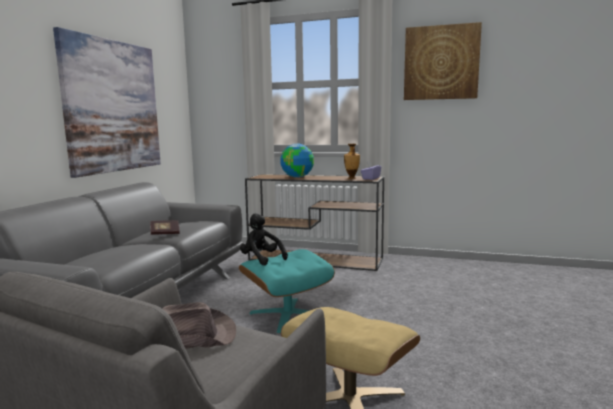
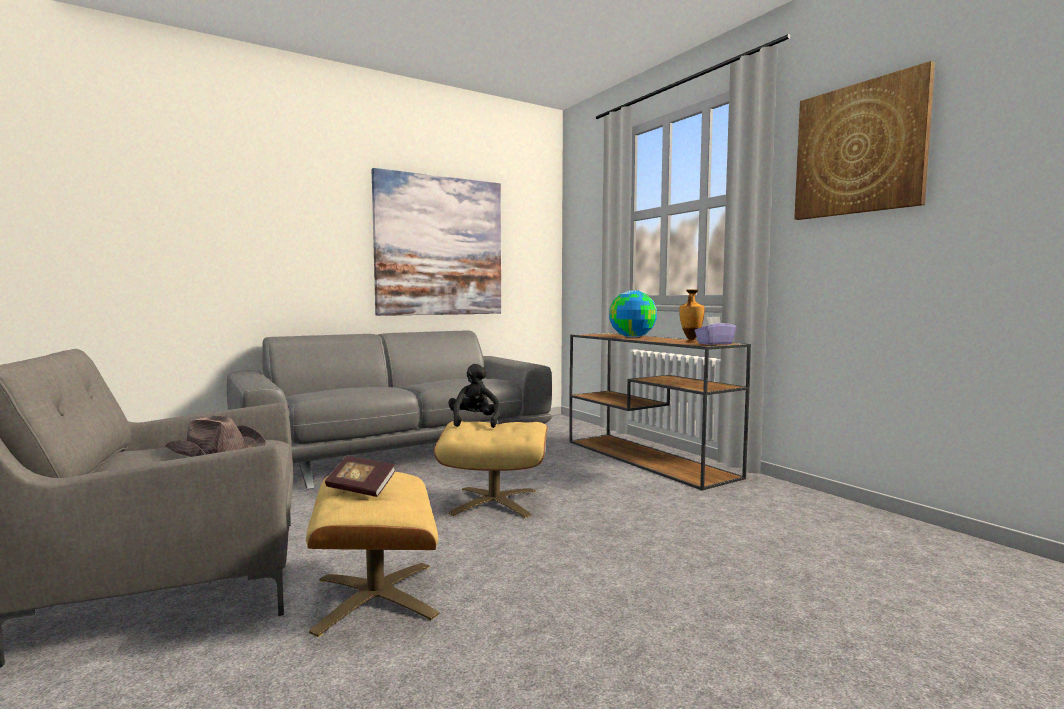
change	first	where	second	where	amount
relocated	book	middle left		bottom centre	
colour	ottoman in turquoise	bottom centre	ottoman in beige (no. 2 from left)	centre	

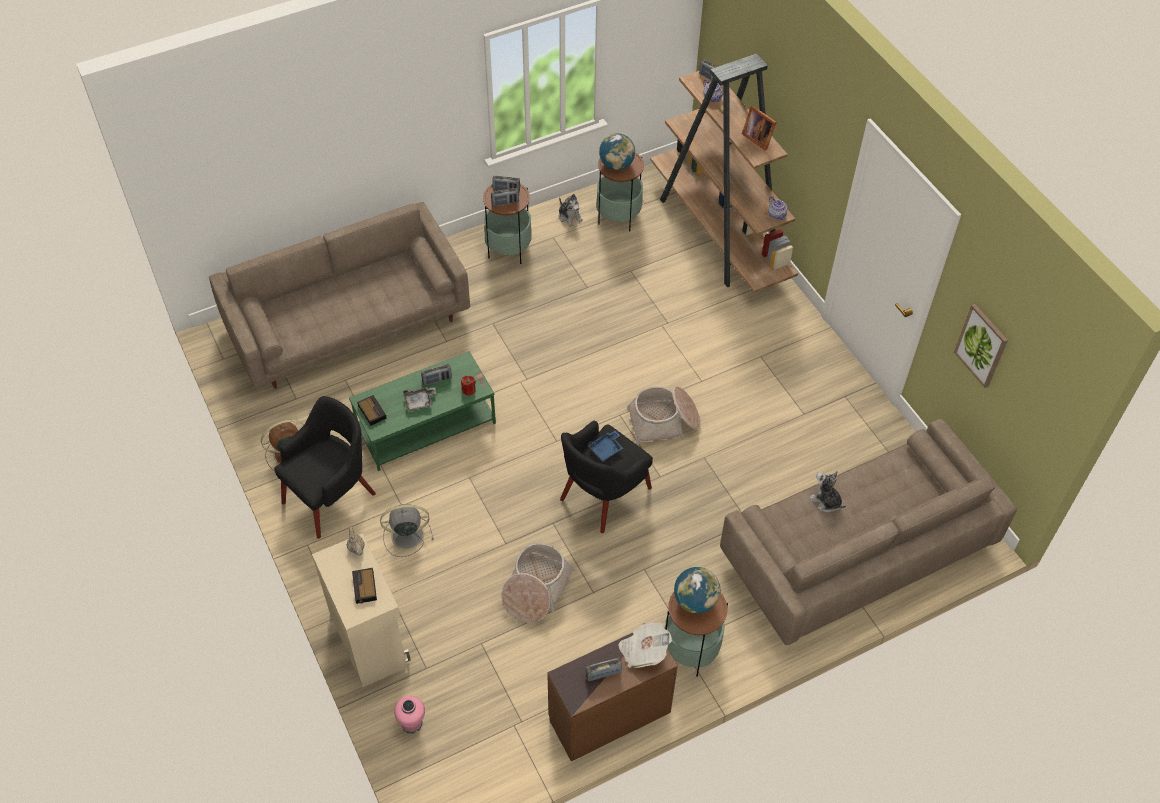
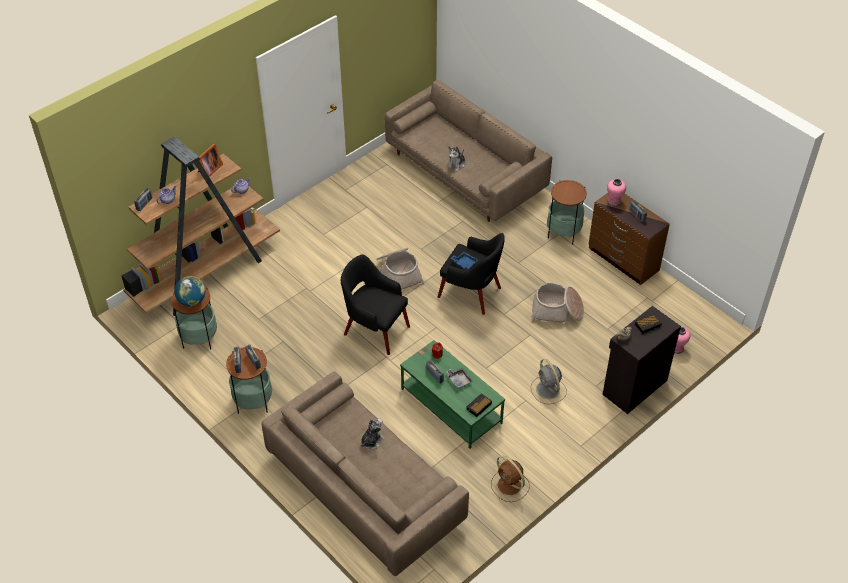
change	first	where	second	where	amount
missing	globe (no. 2 from left)	bottom centre			
missing	picture	middle right			
relocated	armchair in black (no. 1 from left)	middle left		centre	
relocated	plush toy (no. 1 from left)	top centre		bottom centre	
exchanged	newspaper	bottom centre	vase in pink (no. 1 from left)	top right	
colour	cabinet in beige	bottom left	cabinet in black	middle right	

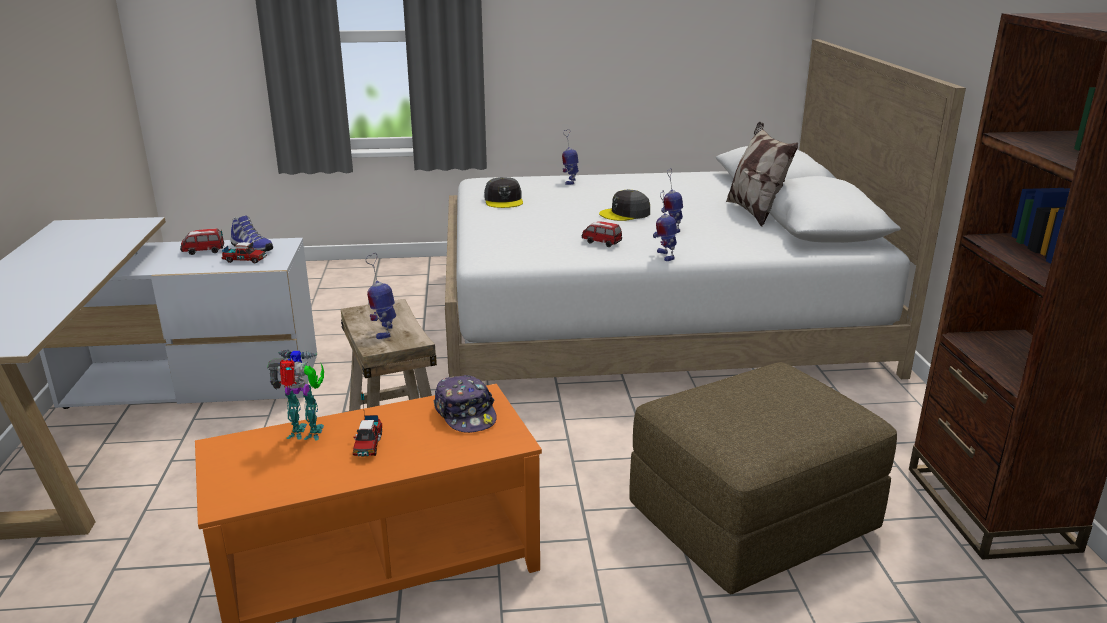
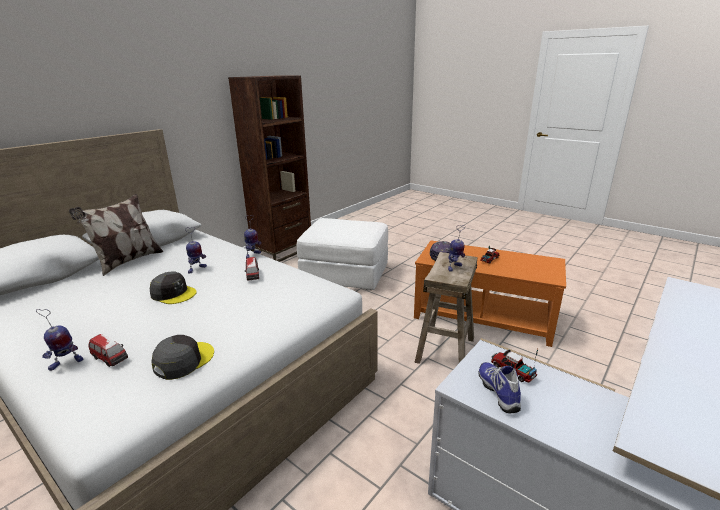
change	first	where	second	where	amount
missing	toy robot (no. 1 from left)	middle left			
relocated	toy car (no. 1 from left)	middle left		bottom left	
colour	ottoman in brown	bottom right	ottoman in white	centre	

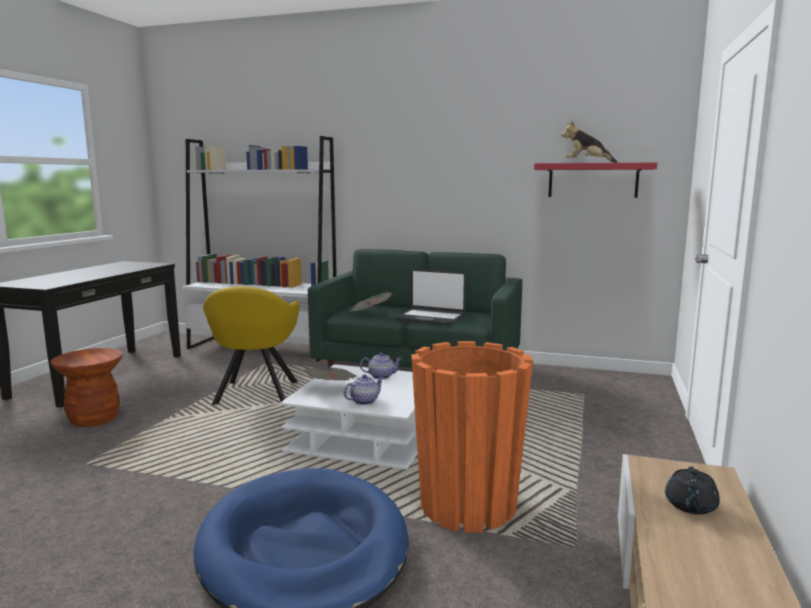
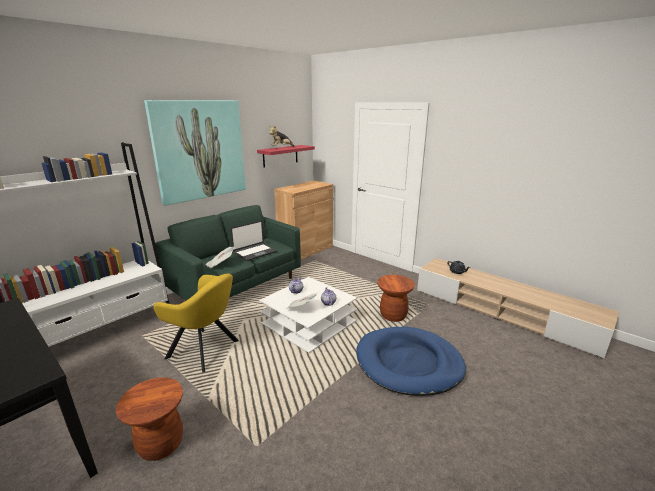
change	first	where	second	where	amount
appeared			picture	top left	
appeared			cabinet in brown	centre	
exchanged	planter in orange	bottom centre	stool in brown (no. 2 from left)	centre	

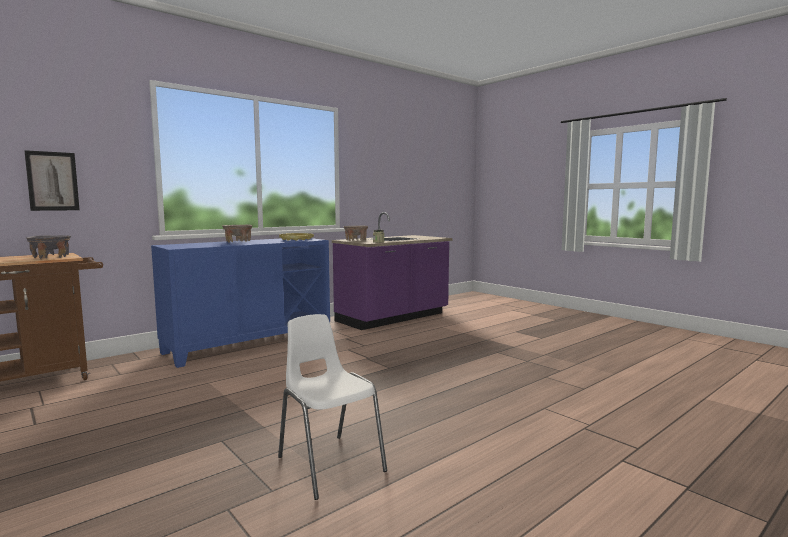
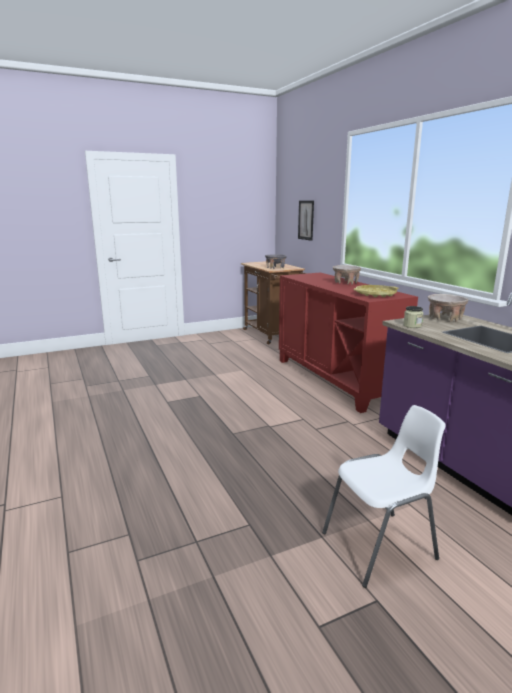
change	first	where	second	where	amount
relocated	chair in white	bottom centre		bottom right	
colour	cabinet in blue	middle left	cabinet in red	middle right	

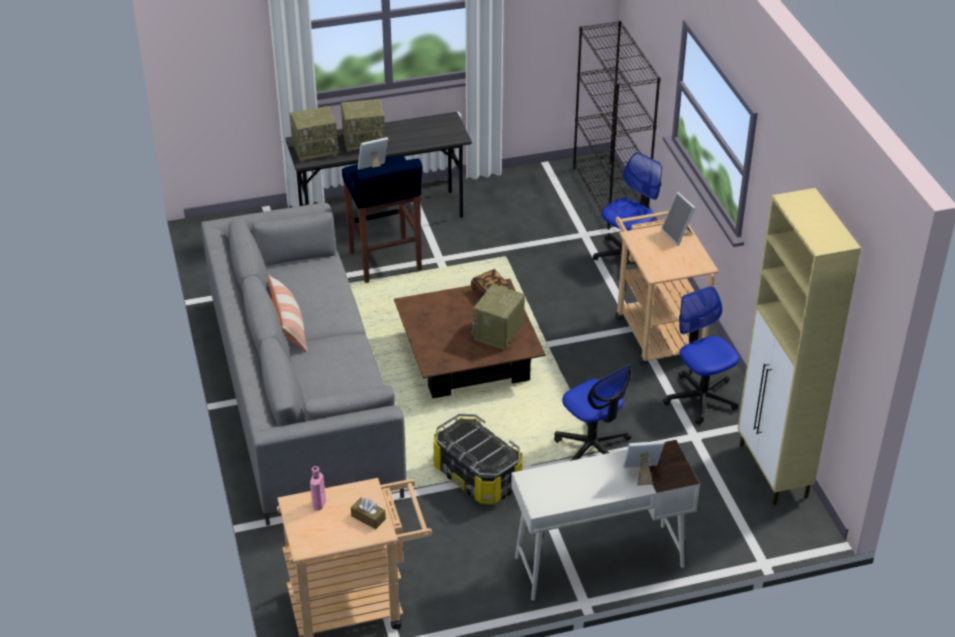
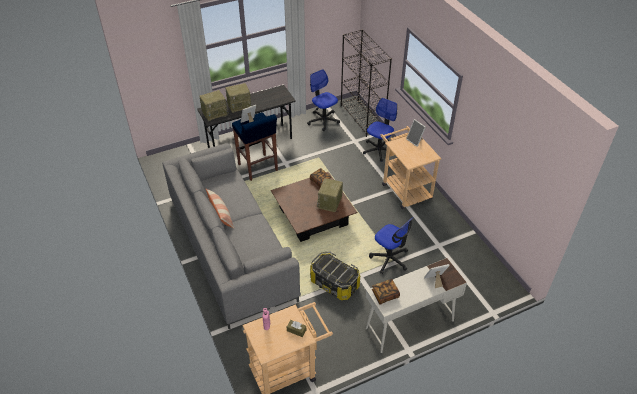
change	first	where	second	where	amount
missing	cabinet in beige	middle right			
appeared			book (no. 2 from left)	bottom centre	
relocated	office chair (no. 3 from left in the first image)	middle right	office chair (no. 1 from left)	top centre	

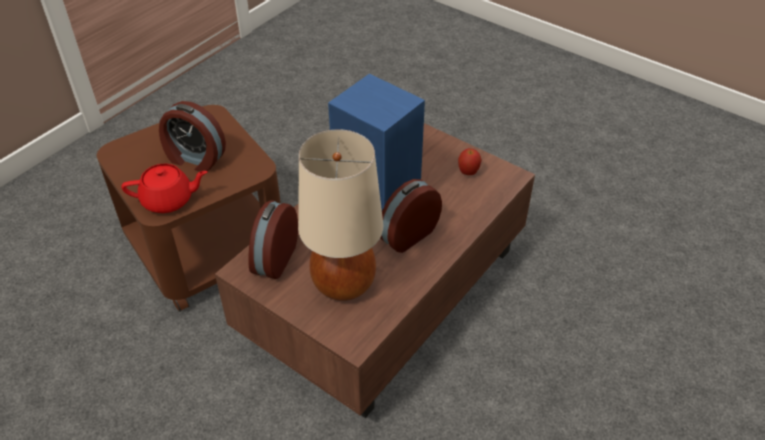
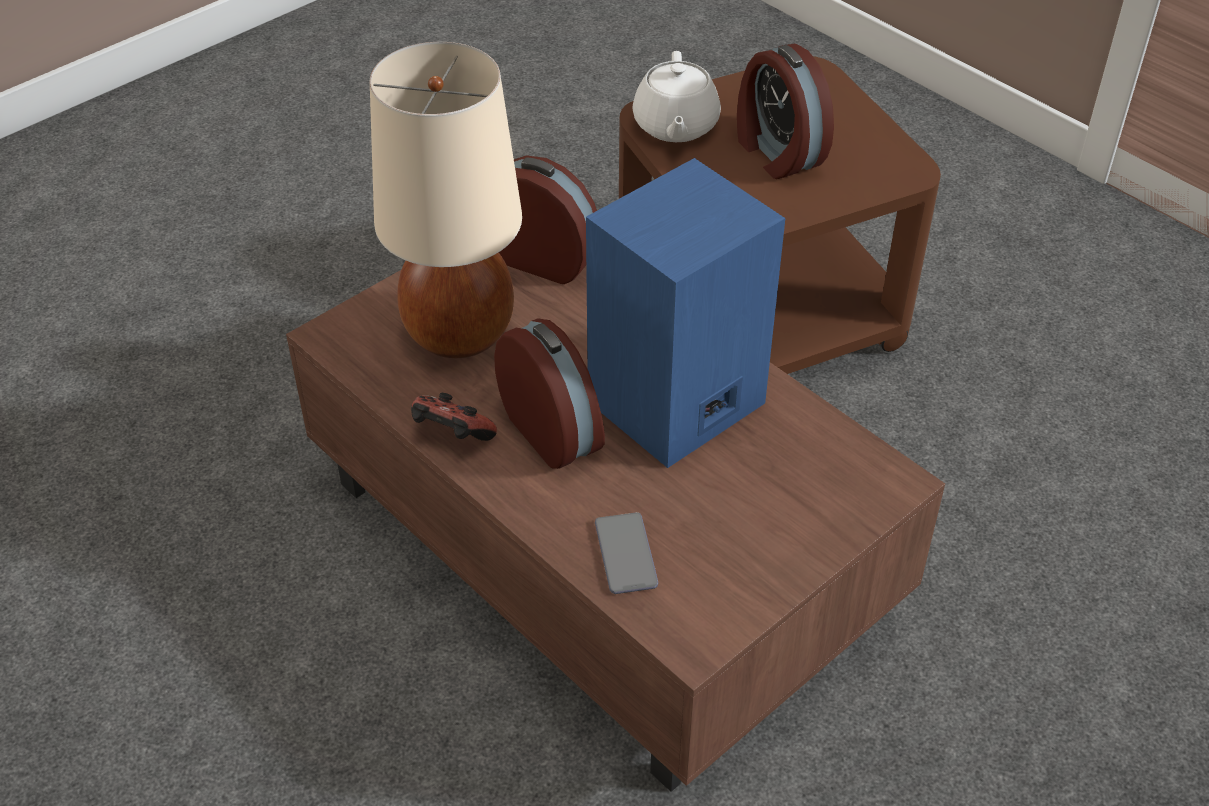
change	first	where	second	where	amount
missing	apple	centre			
appeared			game controller	centre	
appeared			phone	bottom centre	
colour	teapot in red	middle left	teapot in white	top centre	
spun	alarm clock (no. 1 from left in the first image)	top left	alarm clock (no. 3 from left)	top centre	60 degrees counterclockwise

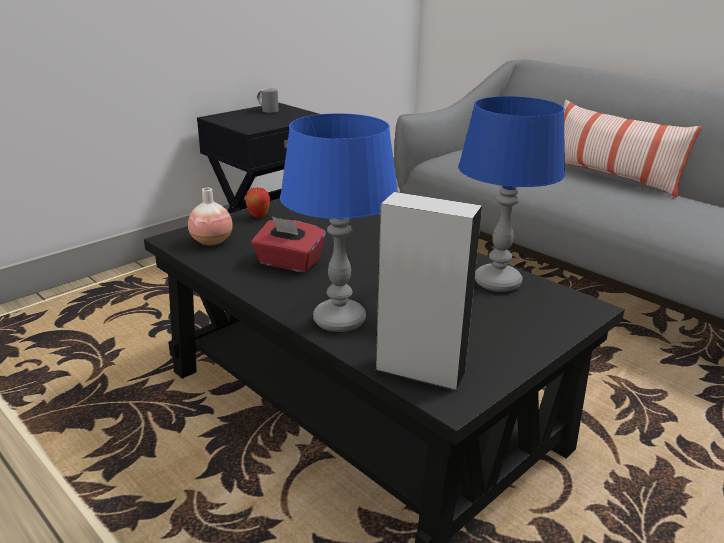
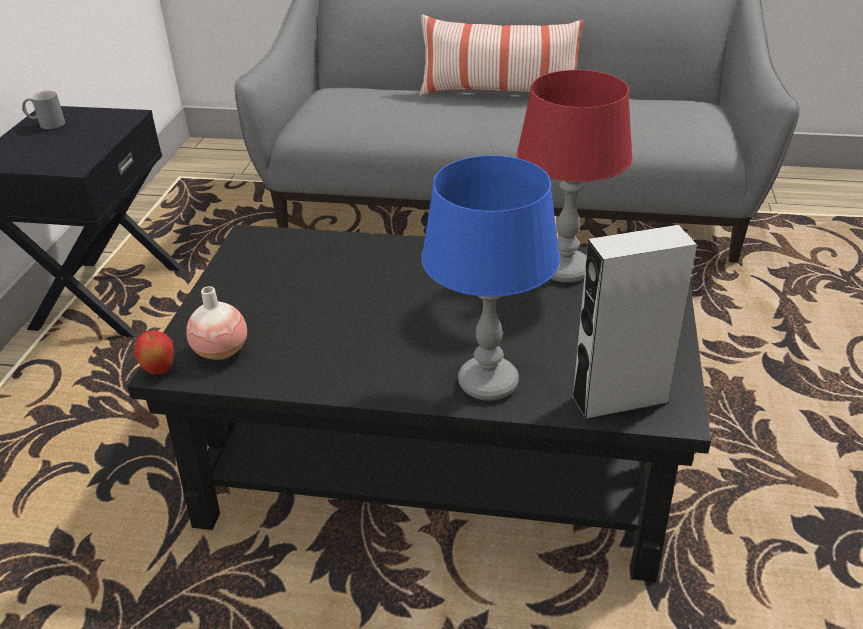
change	first	where	second	where	amount
missing	tissue box in red	centre			
relocated	apple	centre		middle left	
colour	table lamp in blue (no. 2 from left)	middle right	table lamp in red	top centre	

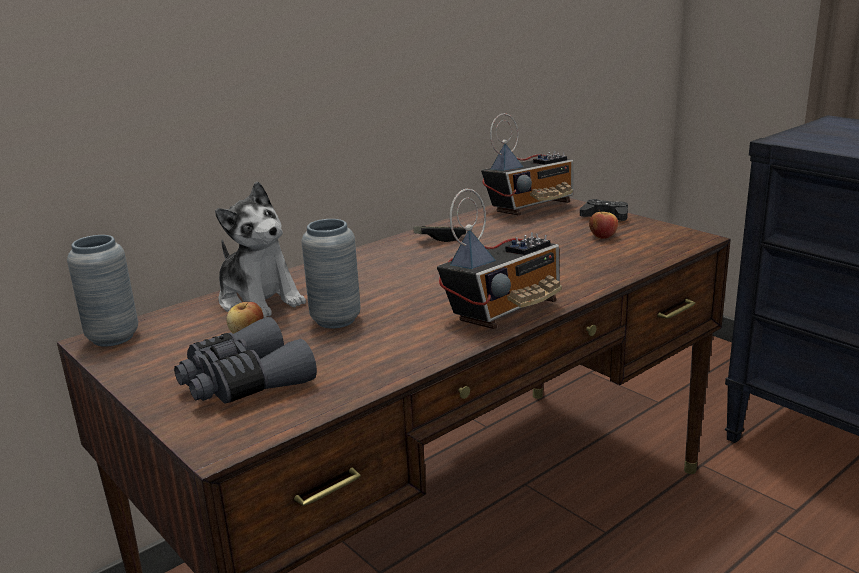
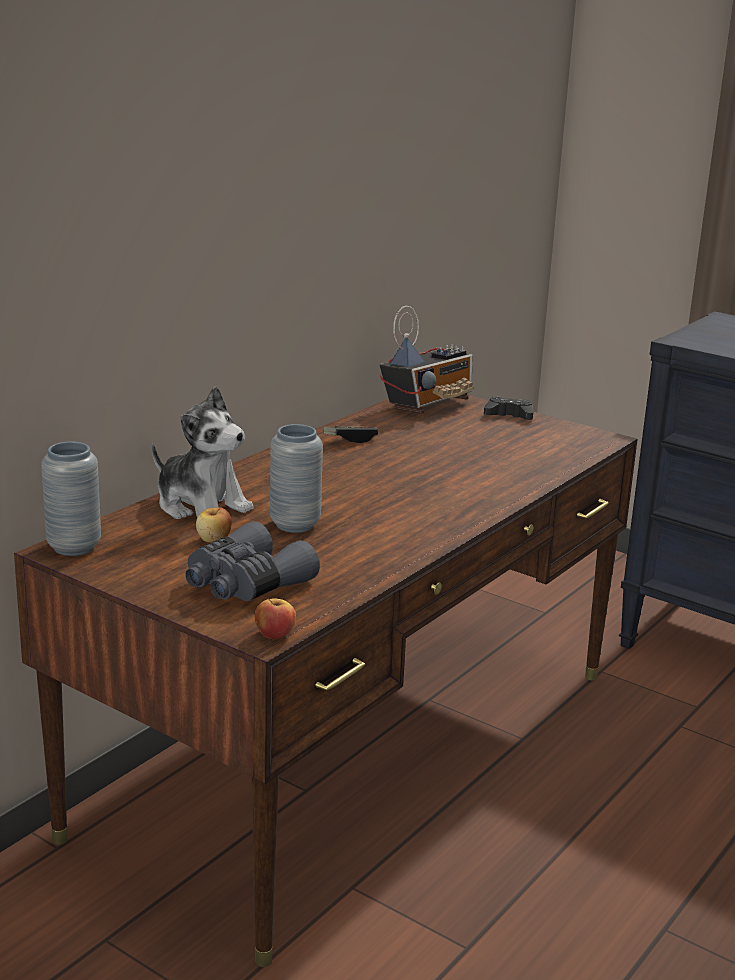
change	first	where	second	where	amount
missing	radio (no. 1 from left)	centre			
relocated	apple (no. 2 from left)	middle right		centre	

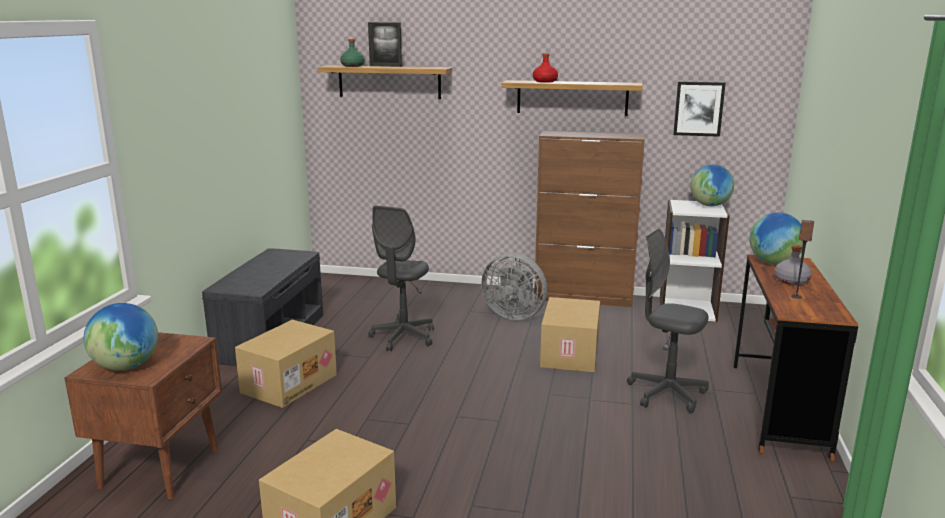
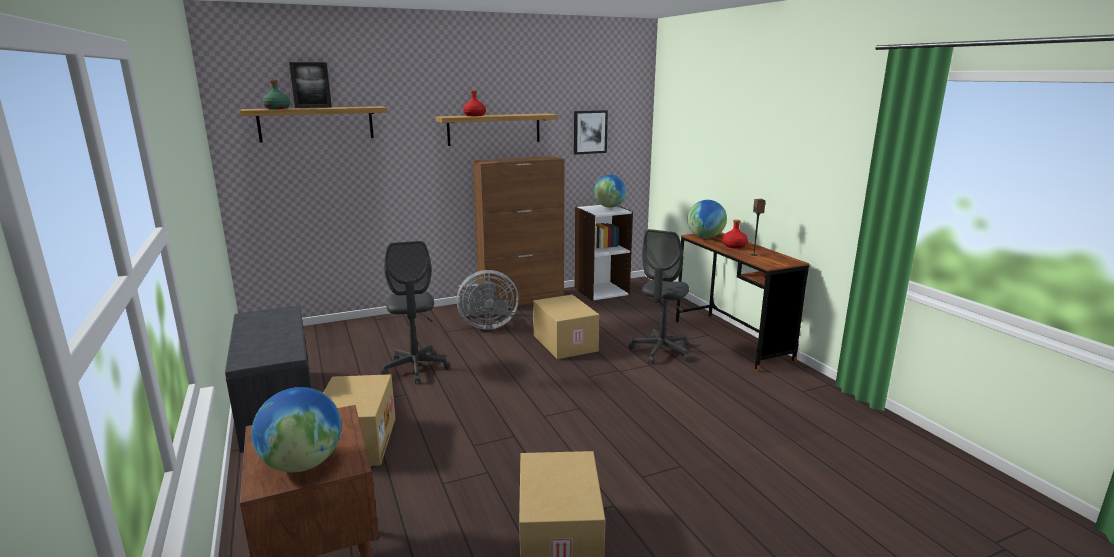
change	first	where	second	where	amount
colour	bottle in grey	middle right	bottle in red (no. 2 from left)	centre	
spun	office chair in grey (no. 2 from left)	middle right		centre	60 degrees counterclockwise

